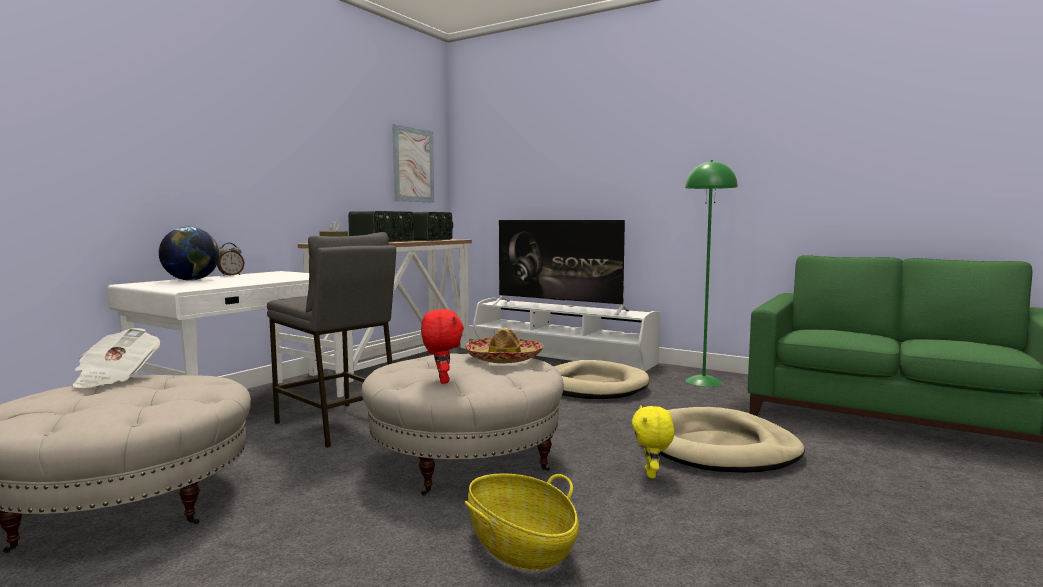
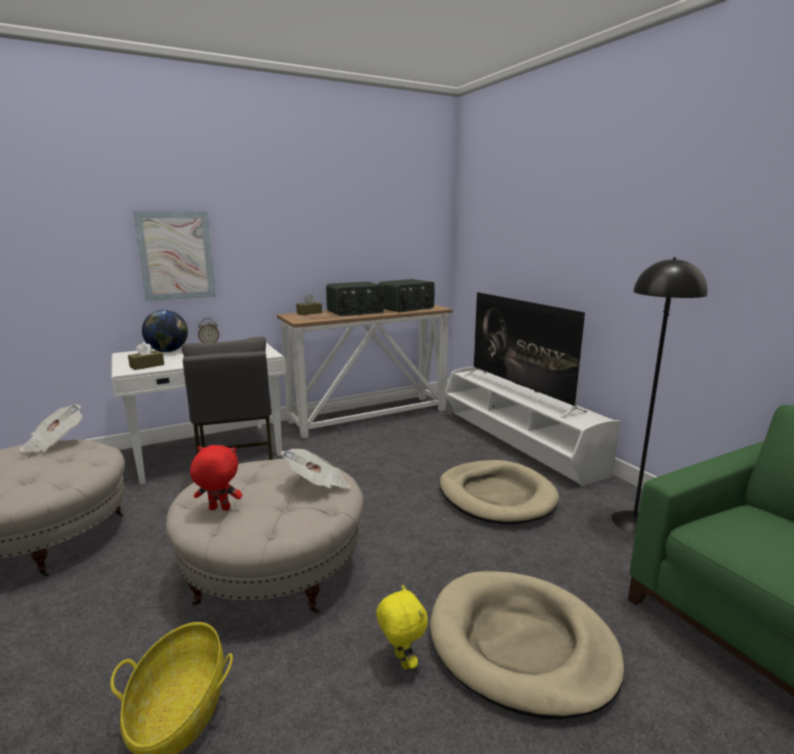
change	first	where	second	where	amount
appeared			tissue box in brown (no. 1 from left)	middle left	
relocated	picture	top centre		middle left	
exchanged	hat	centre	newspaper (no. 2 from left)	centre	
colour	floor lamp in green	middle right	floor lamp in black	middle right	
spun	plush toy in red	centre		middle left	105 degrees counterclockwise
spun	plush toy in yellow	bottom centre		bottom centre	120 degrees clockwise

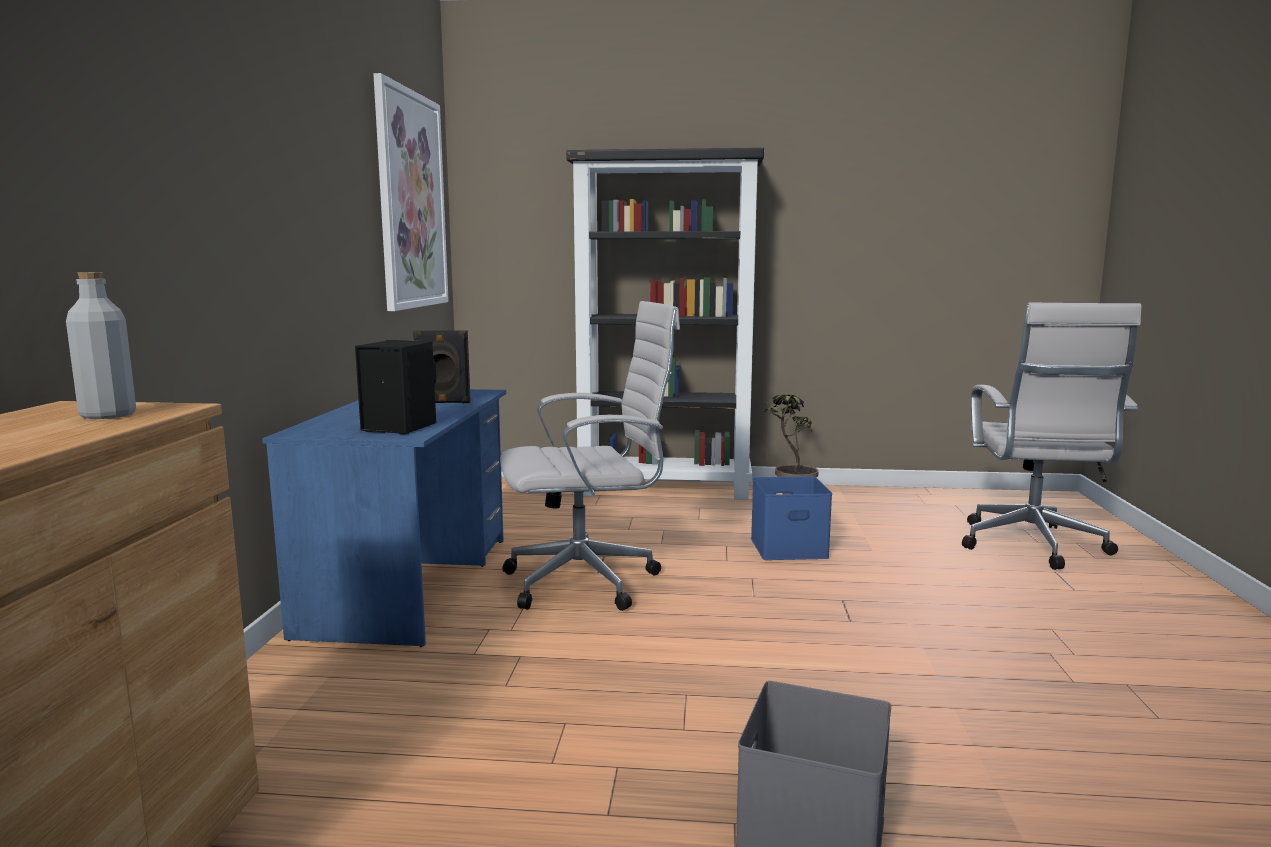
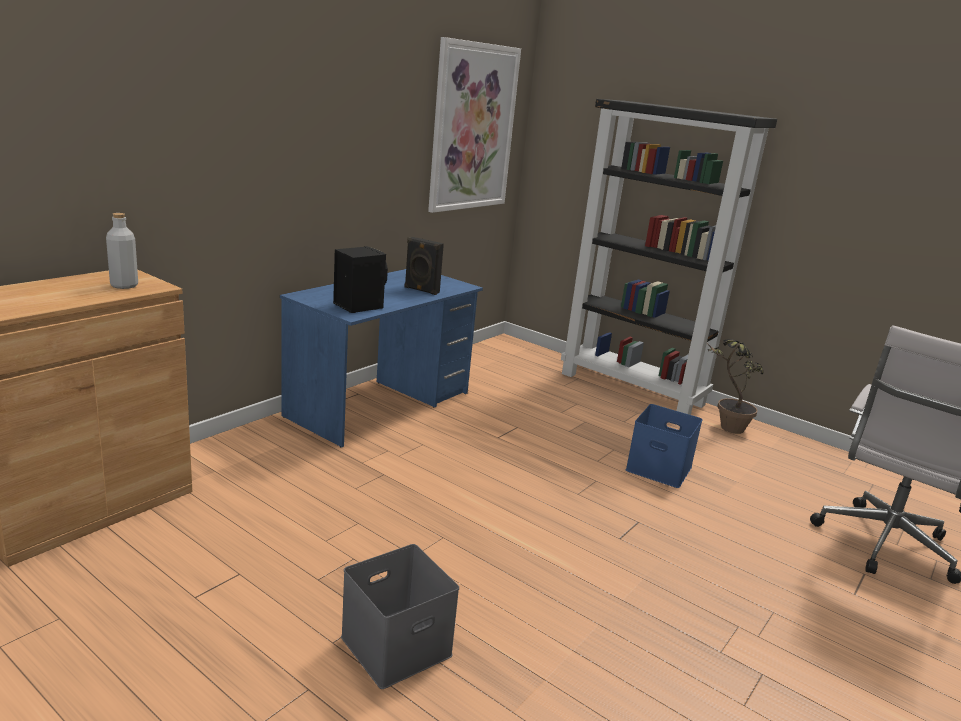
change	first	where	second	where	amount
missing	office chair in white (no. 1 from left)	centre			

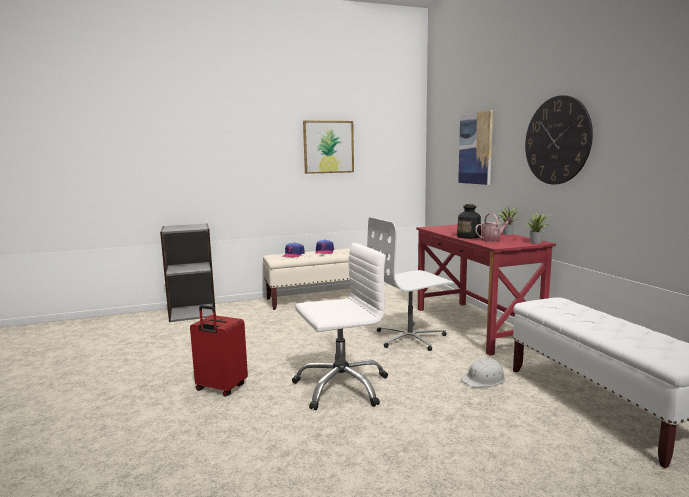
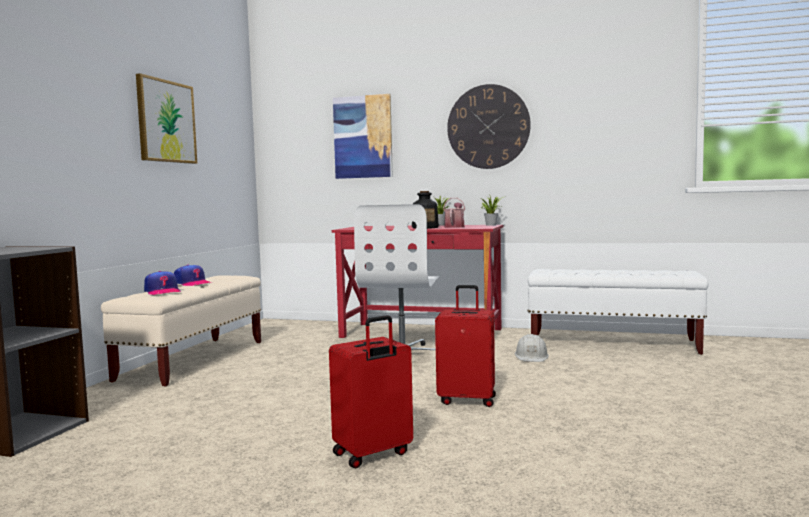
change	first	where	second	where	amount
exchanged	office chair in white (no. 1 from left)	centre	suitcase in red (no. 2 from left)	bottom centre	

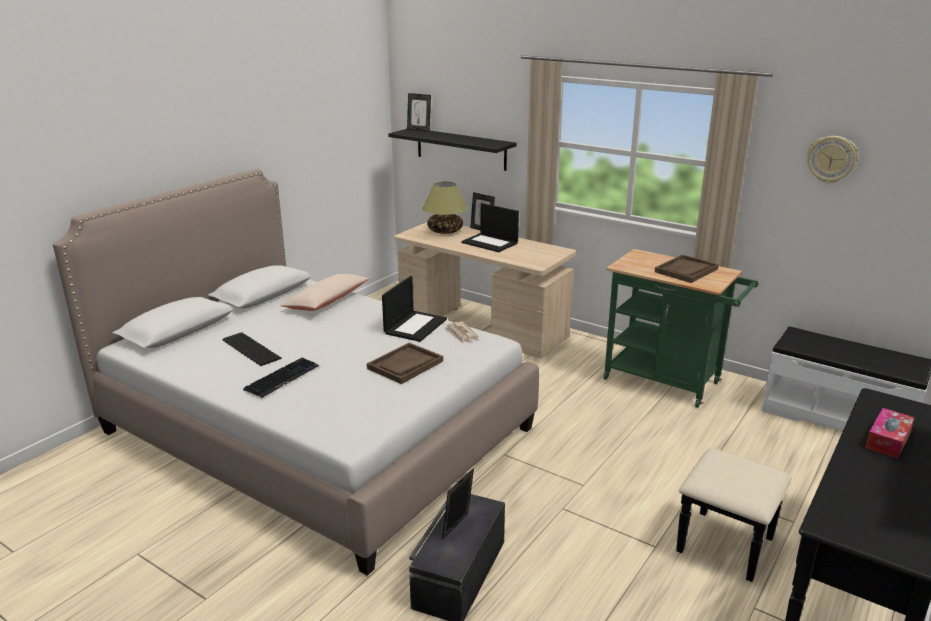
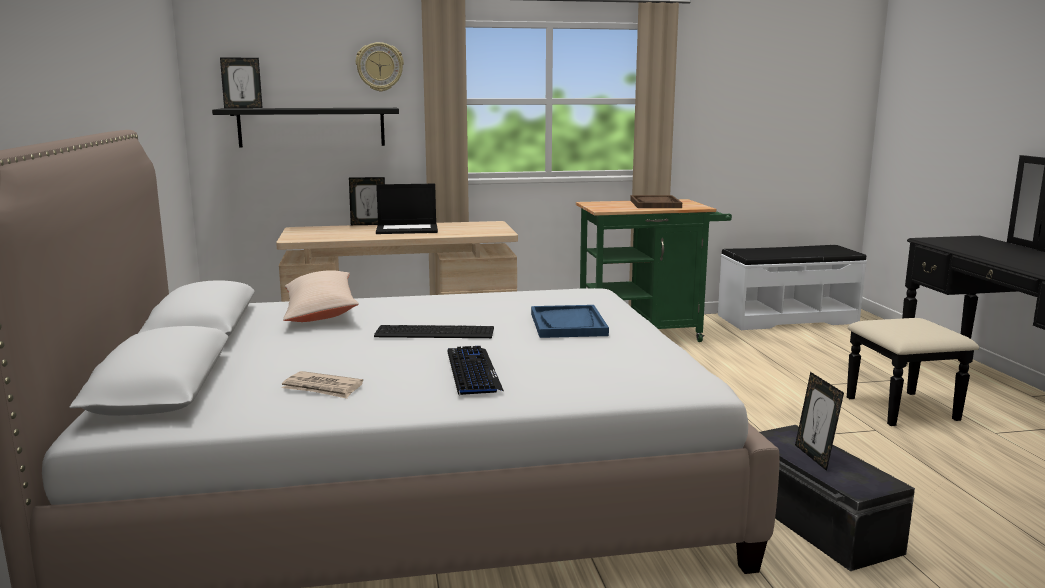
change	first	where	second	where	amount
missing	laptop (no. 1 from left)	centre			
missing	table lamp	centre			
missing	tissue box	bottom right			
relocated	keyboard (no. 1 from left)	middle left		centre	
relocated	newspaper	centre		middle left	
relocated	wall clock	top right		top centre	
colour	tray in brown (no. 1 from left)	centre	tray in blue	centre	

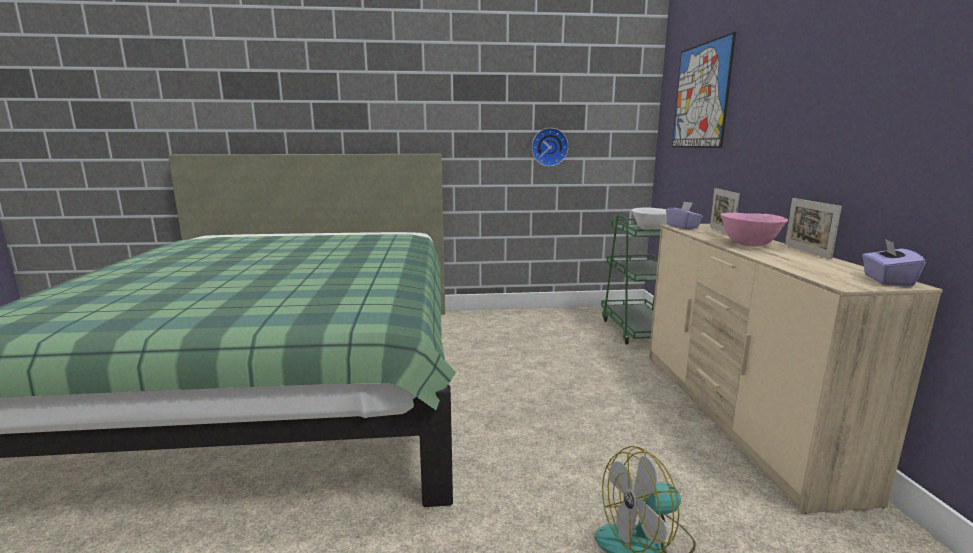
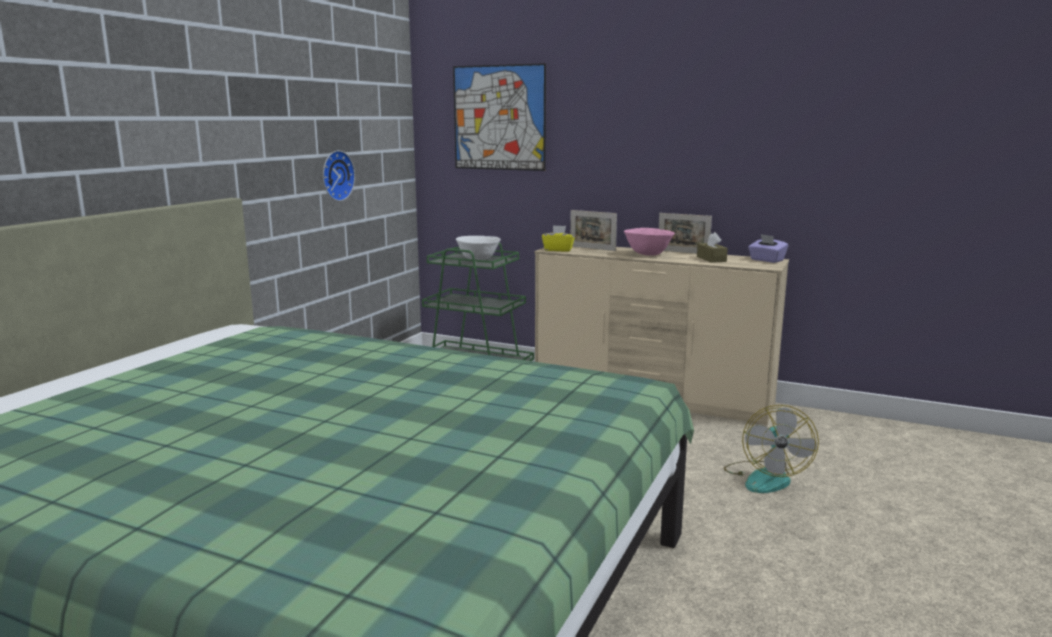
change	first	where	second	where	amount
appeared			tissue box in brown	middle right	
colour	tissue box in purple (no. 1 from left)	middle right	tissue box in yellow	centre	

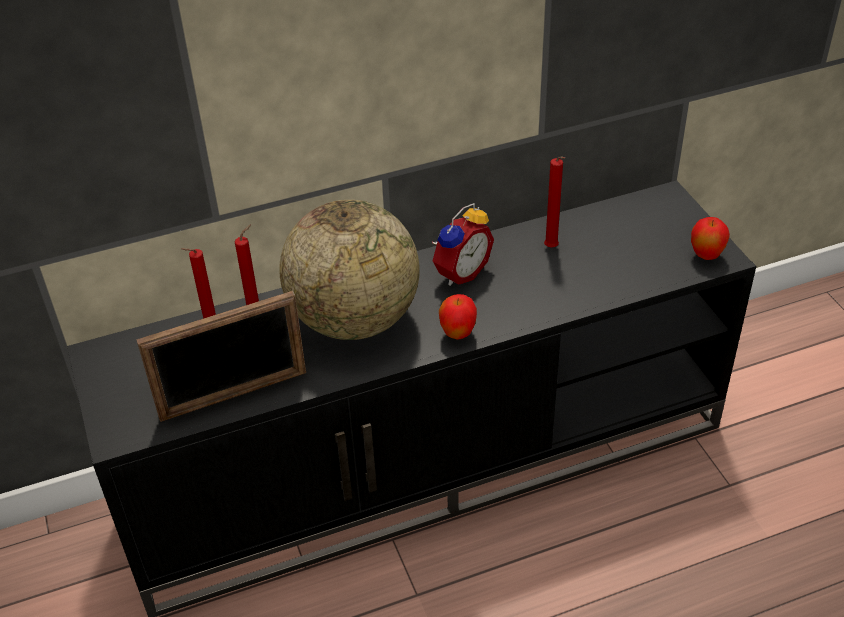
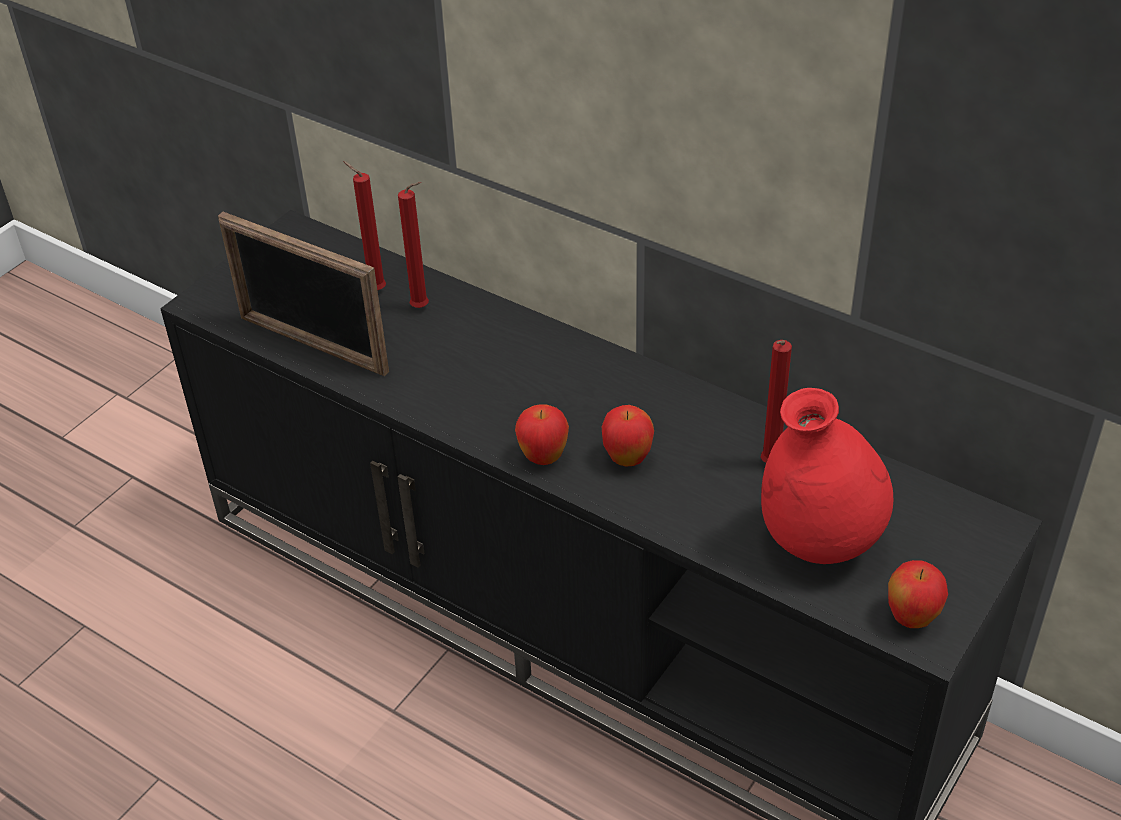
change	first	where	second	where	amount
missing	globe	centre			
missing	alarm clock	centre			
appeared			apple (no. 2 from left)	centre	
appeared			vase in red	middle right	

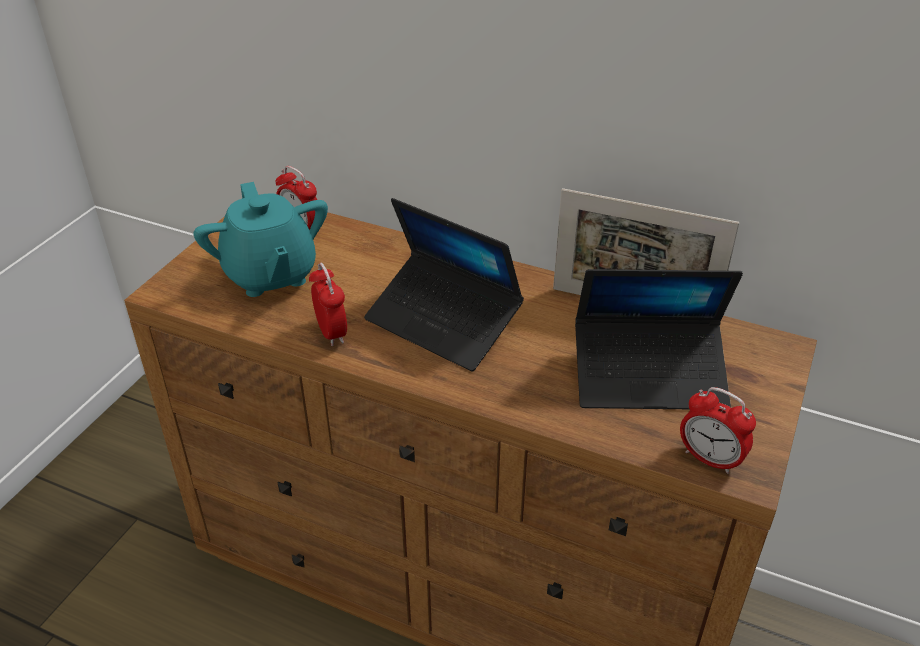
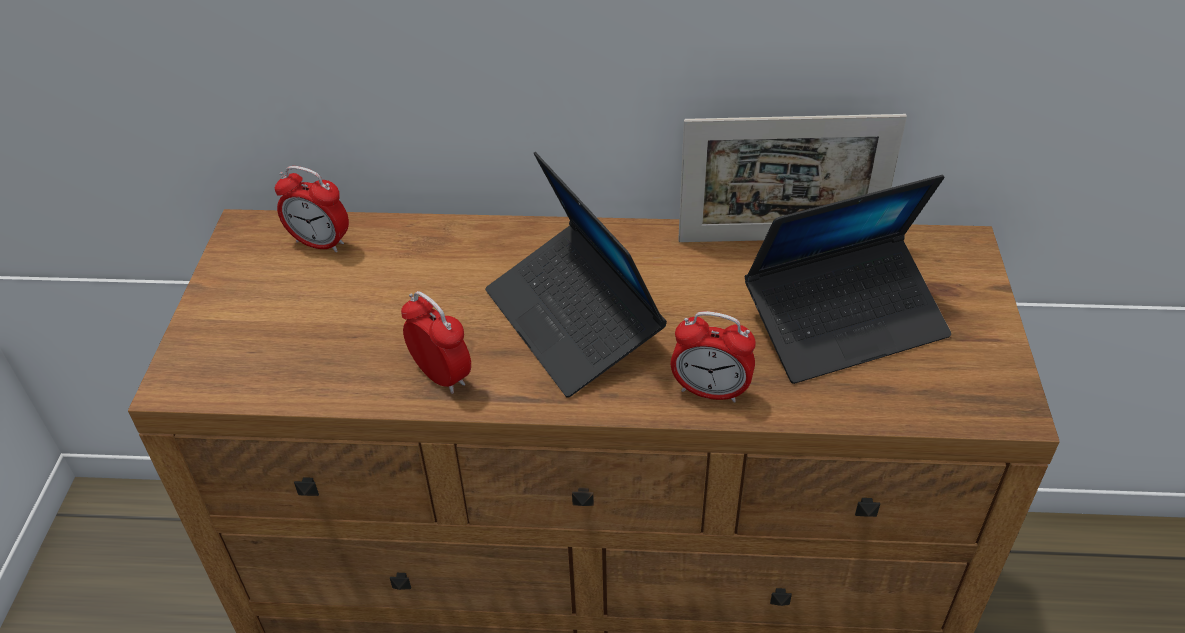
change	first	where	second	where	amount
missing	teapot in turquoise	middle left			
relocated	alarm clock (no. 3 from left)	middle right		centre	
spun	laptop (no. 1 from left)	centre		centre	45 degrees clockwise

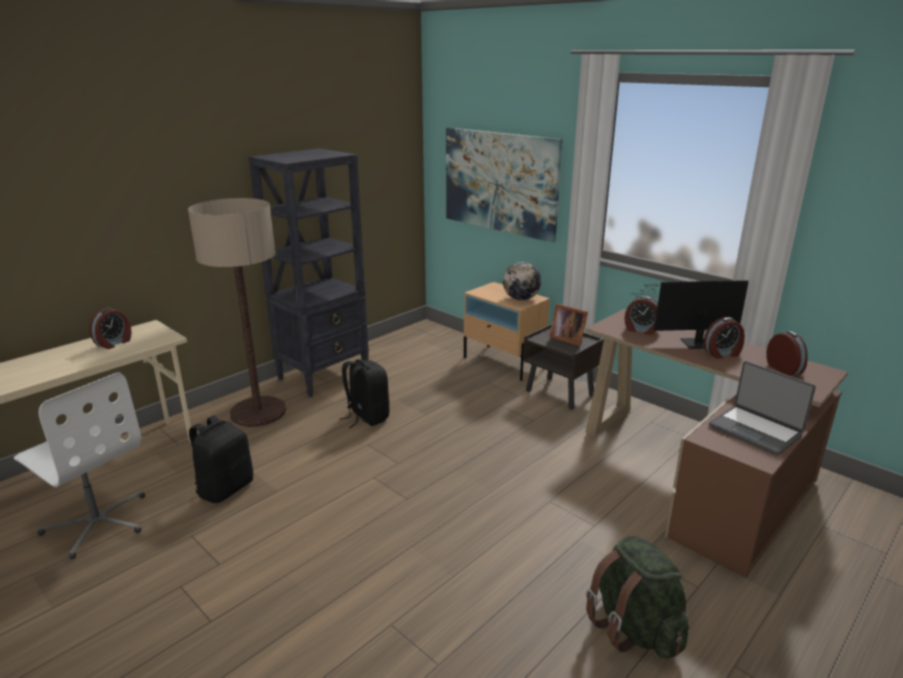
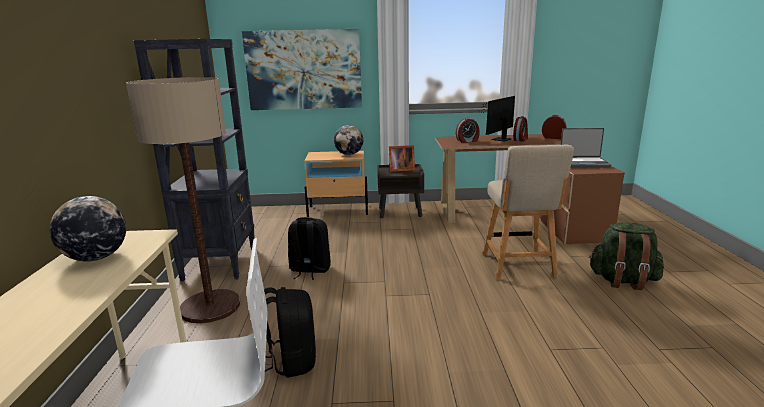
change	first	where	second	where	amount
appeared			chair in beige	middle right	
exchanged	alarm clock (no. 1 from left)	middle left	globe (no. 1 from left)	middle left	

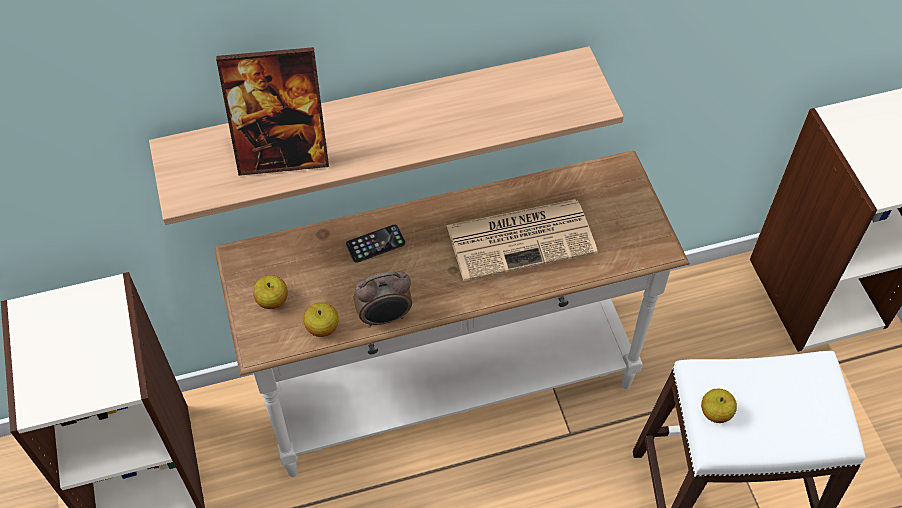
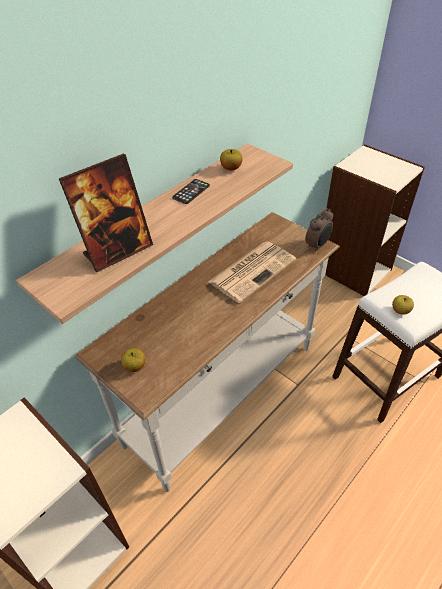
change	first	where	second	where	amount
relocated	apple (no. 2 from left)	centre		top centre	
relocated	phone	centre		top centre	
relocated	alarm clock	centre		middle right	

